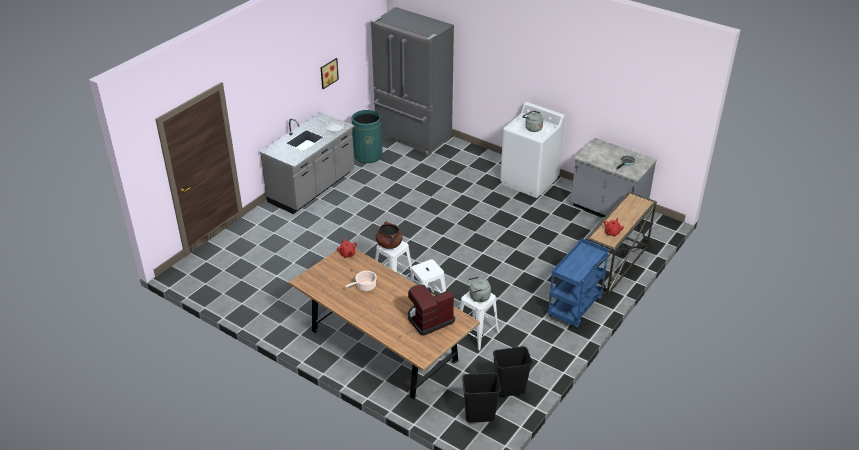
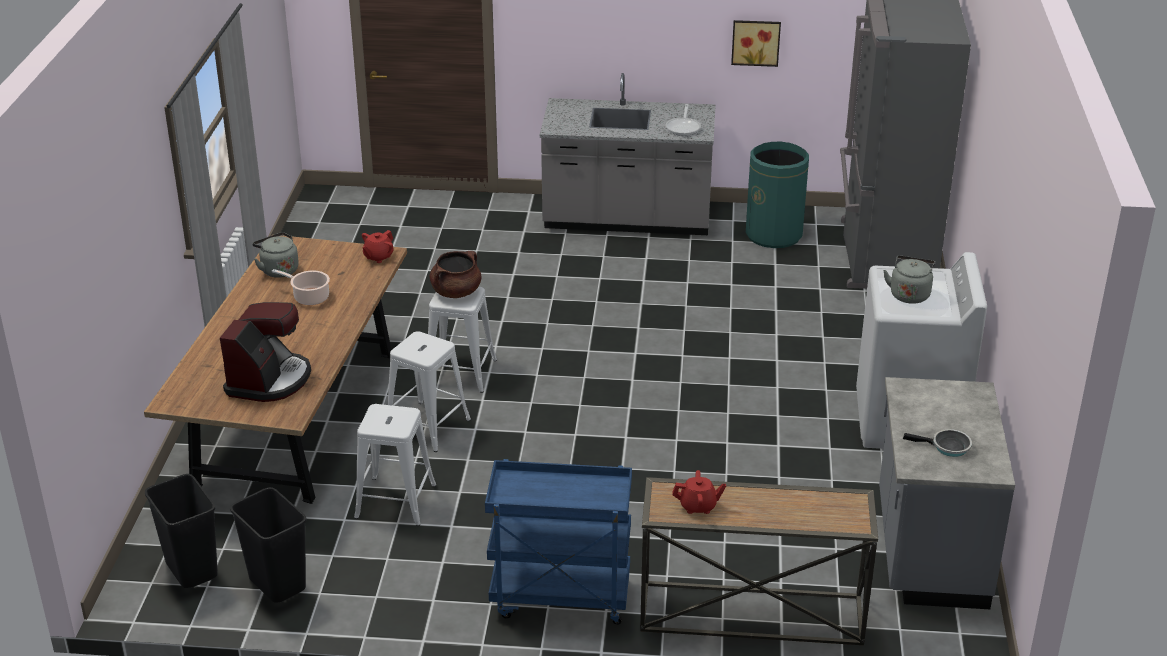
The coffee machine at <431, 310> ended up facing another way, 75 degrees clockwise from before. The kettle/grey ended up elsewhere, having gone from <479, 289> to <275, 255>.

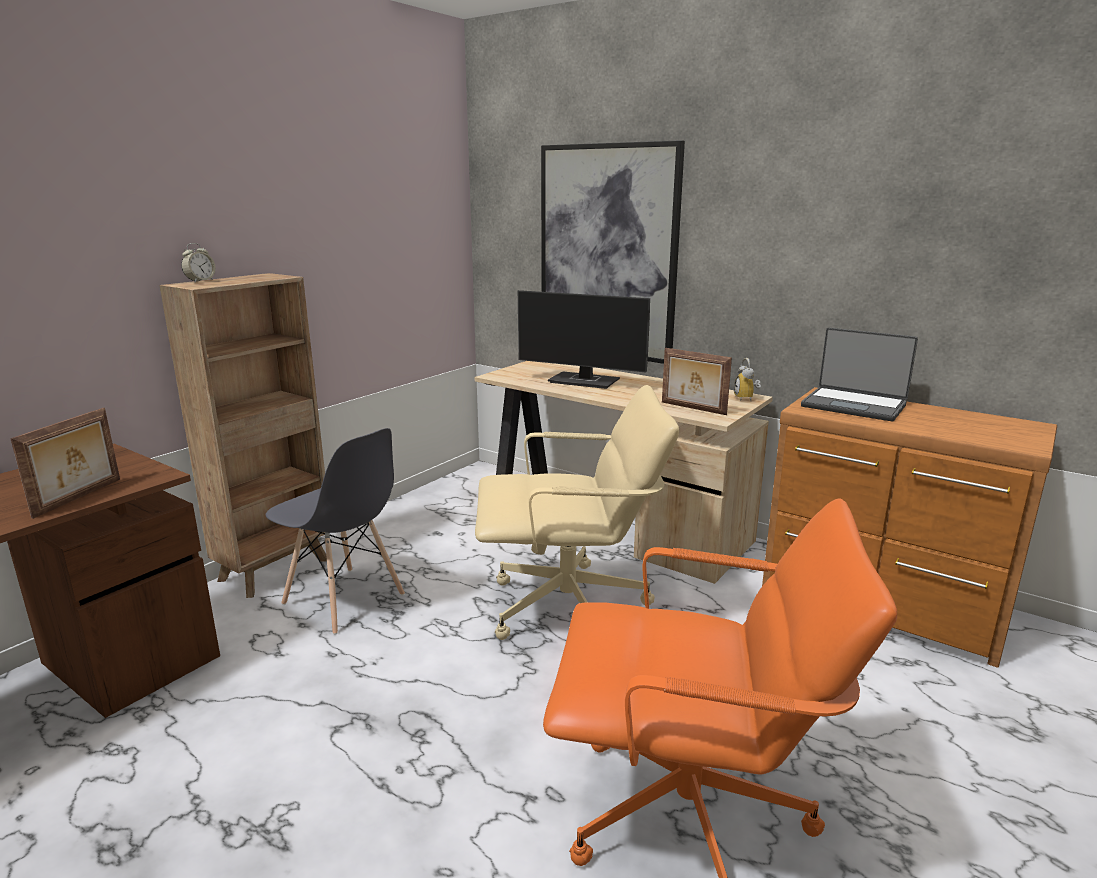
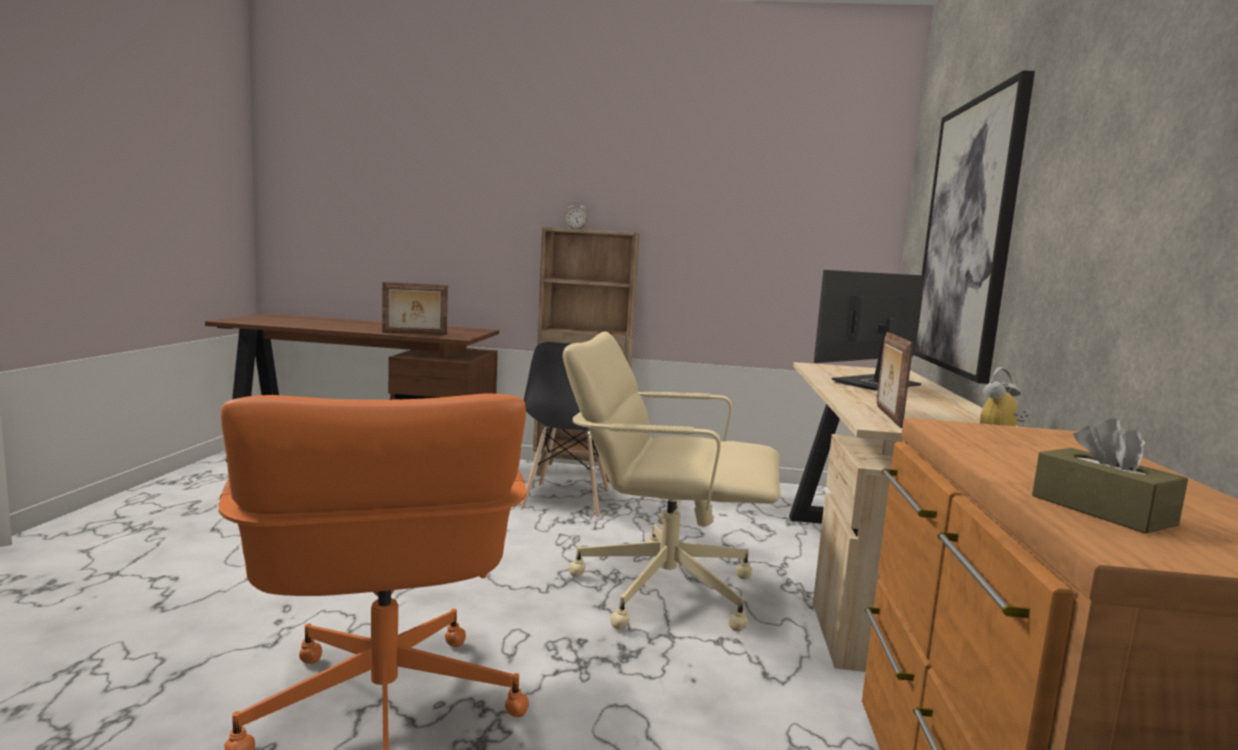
The office chair/beige at <577, 512> ended up facing another way, 135 degrees clockwise from before. The monitor at <584, 339> ended up facing another way, 60 degrees clockwise from before. The second view lost the laptop at <859, 374>. The second view gained the tissue box/brown at <1110, 476>.

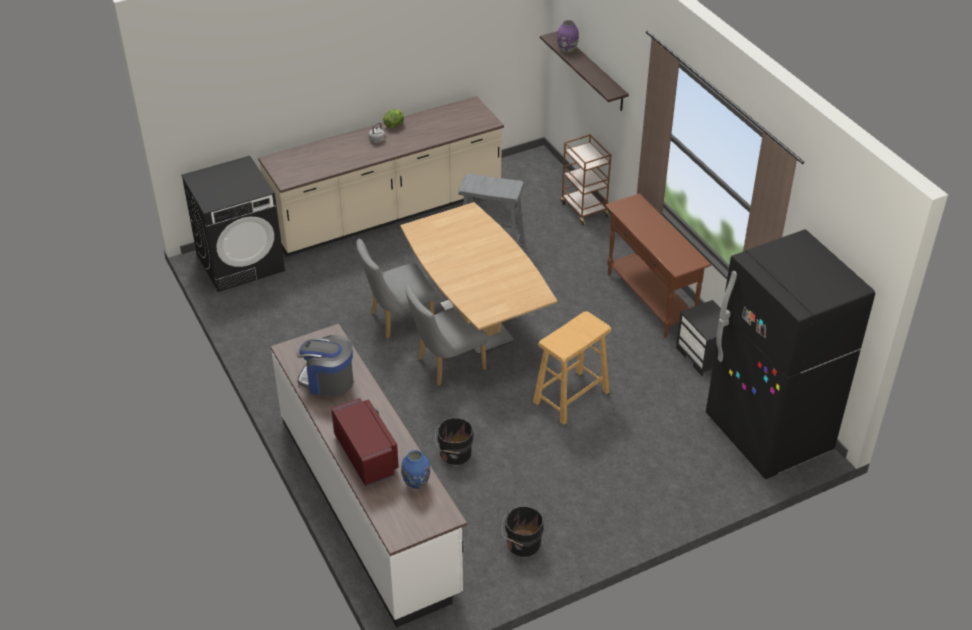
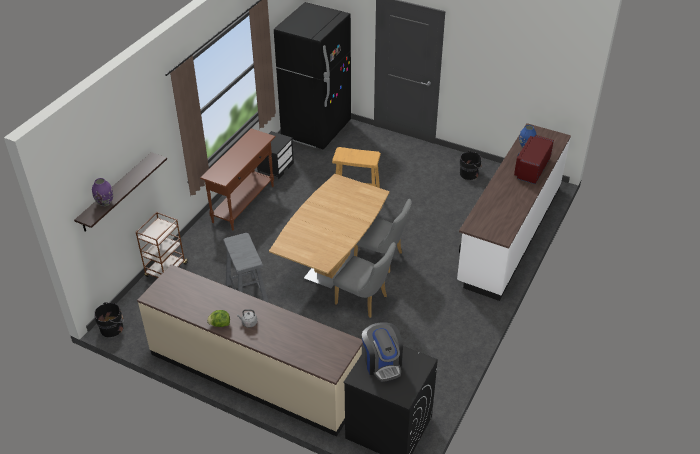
The coffee machine ended up elsewhere, having gone from <325, 366> to <382, 352>. The bucket/black ended up elsewhere, having gone from <454, 441> to <109, 319>.

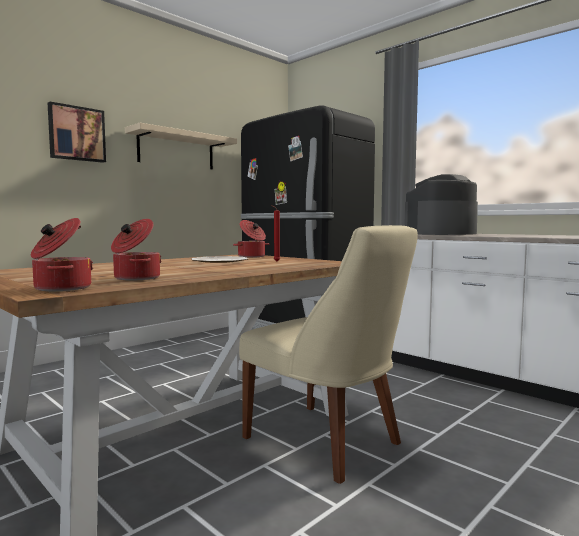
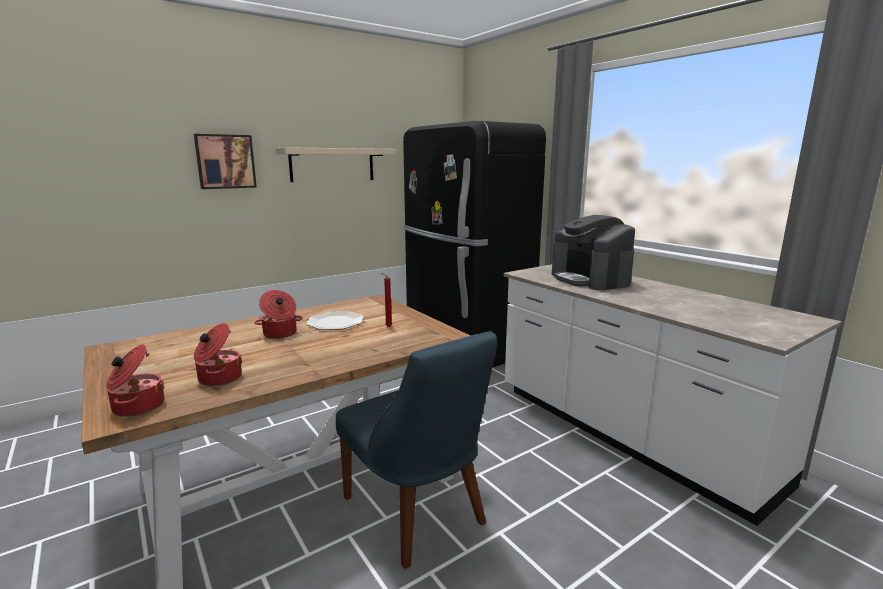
The cooking pot ended up elsewhere, having gone from <251, 239> to <278, 314>. What was the chair/beige at <328, 354> turned into the chair/blue at <416, 450>. The coffee machine at <441, 204> ended up facing another way, 90 degrees counterclockwise from before.

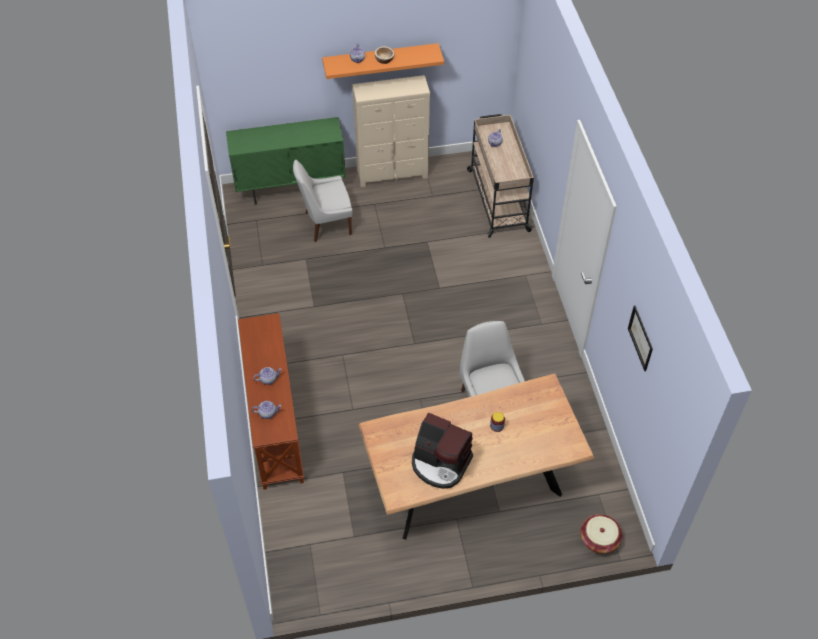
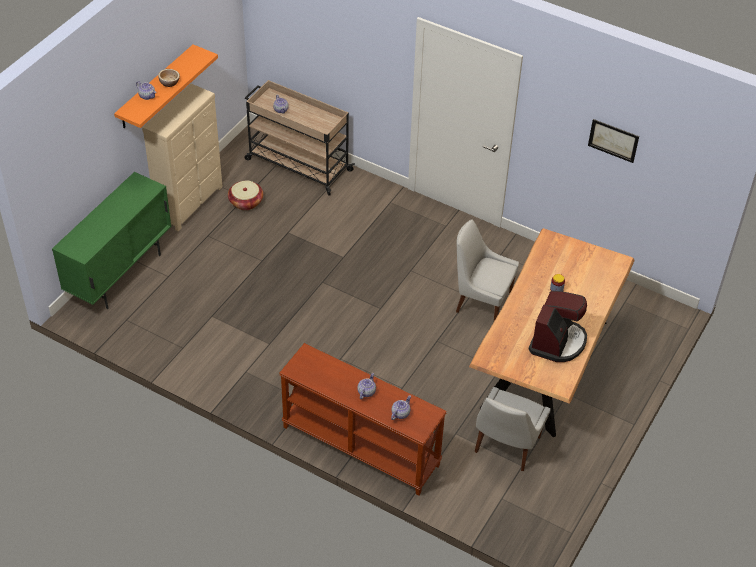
The chair/white ended up elsewhere, having gone from <323, 200> to <513, 429>. The coffee machine at <442, 450> ended up facing another way, 45 degrees counterclockwise from before. The basket ended up elsewhere, having gone from <601, 534> to <245, 195>.

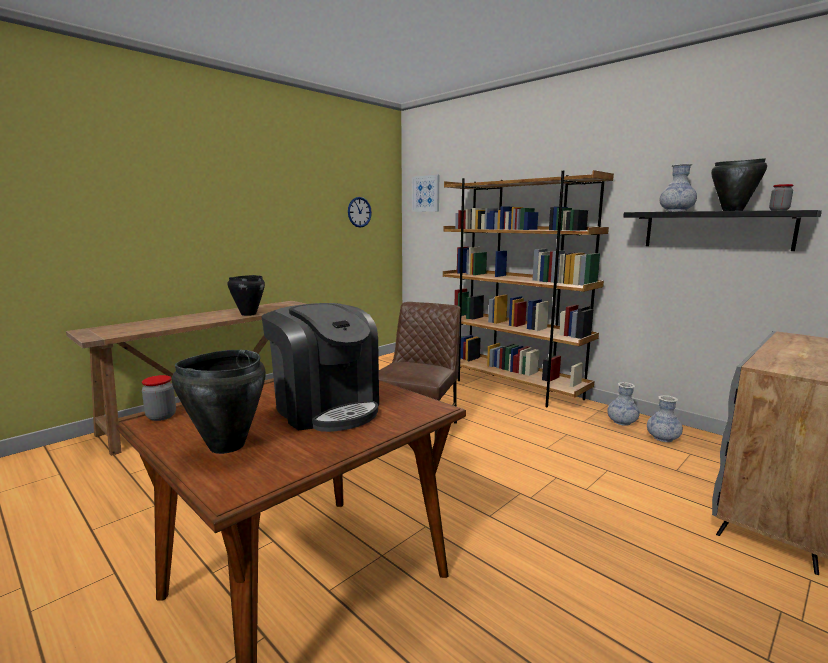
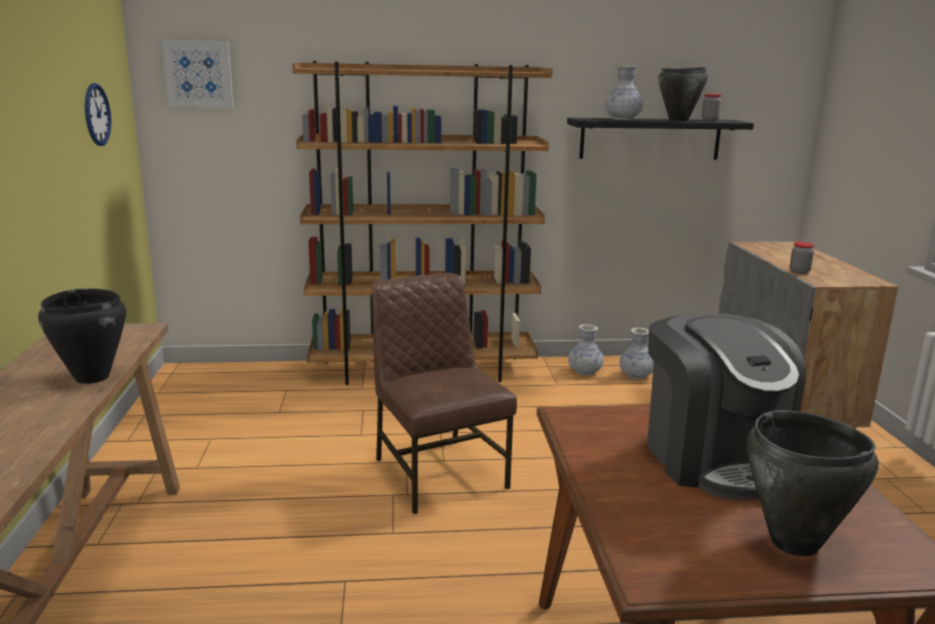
The jar ended up elsewhere, having gone from <159, 398> to <802, 258>. The coffee machine at <320, 367> ended up facing another way, 75 degrees clockwise from before.

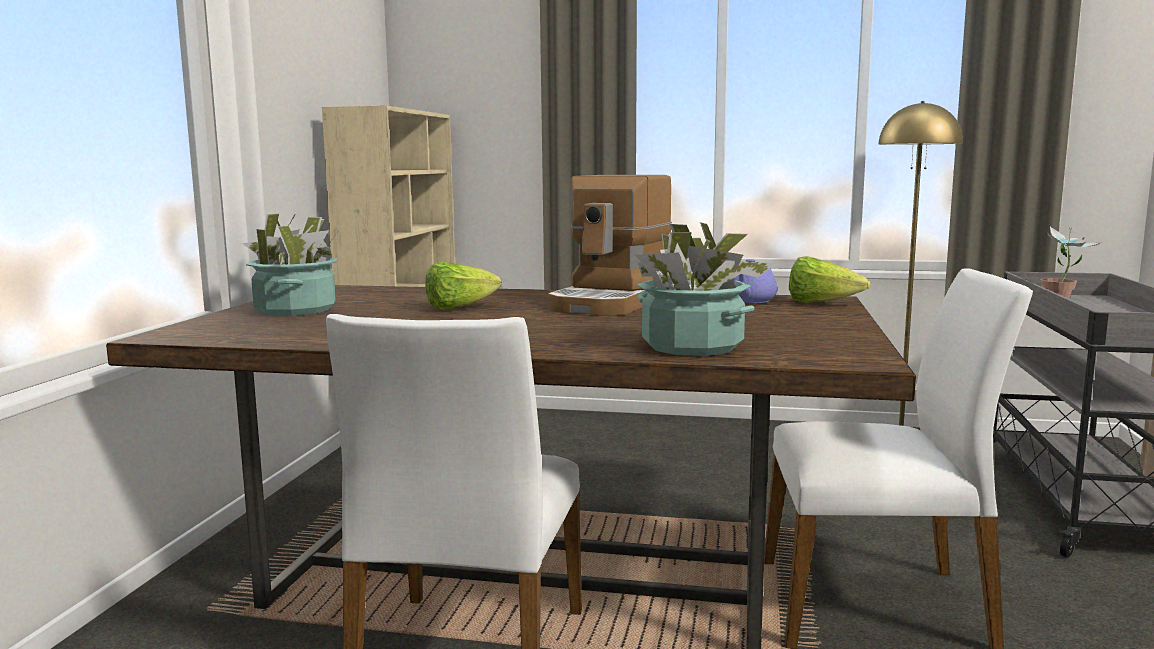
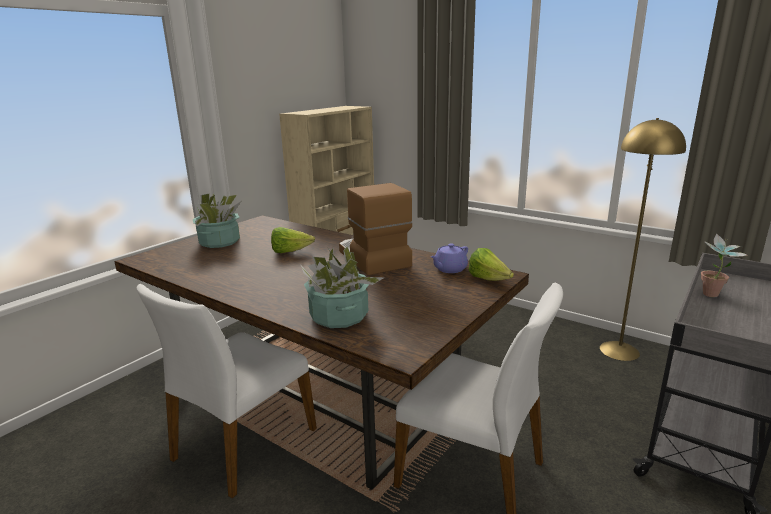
The coffee machine at <610, 245> ended up facing another way, 105 degrees clockwise from before.

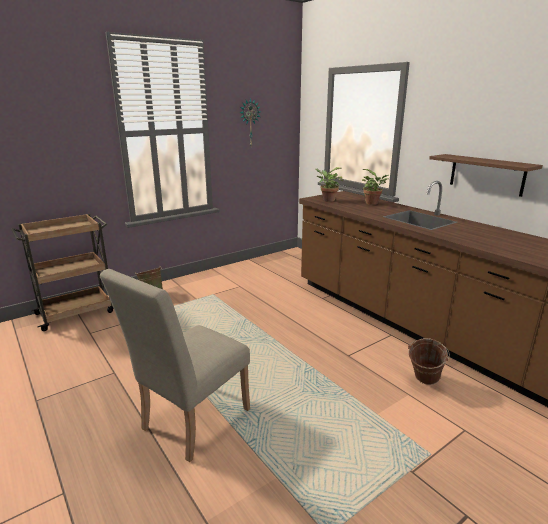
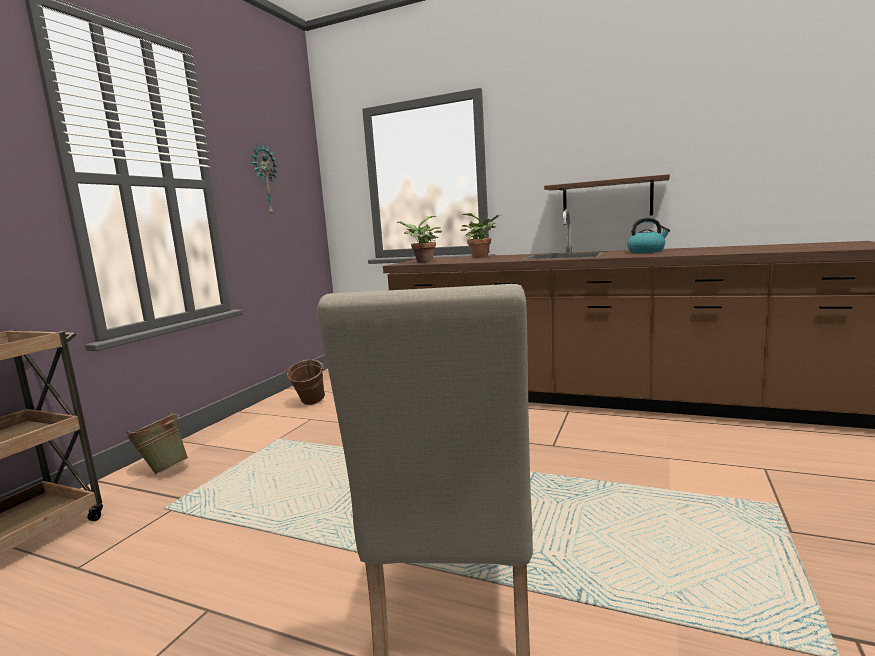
The bucket/brown ended up elsewhere, having gone from <429, 361> to <305, 382>. The second view gained the kettle at <648, 235>.

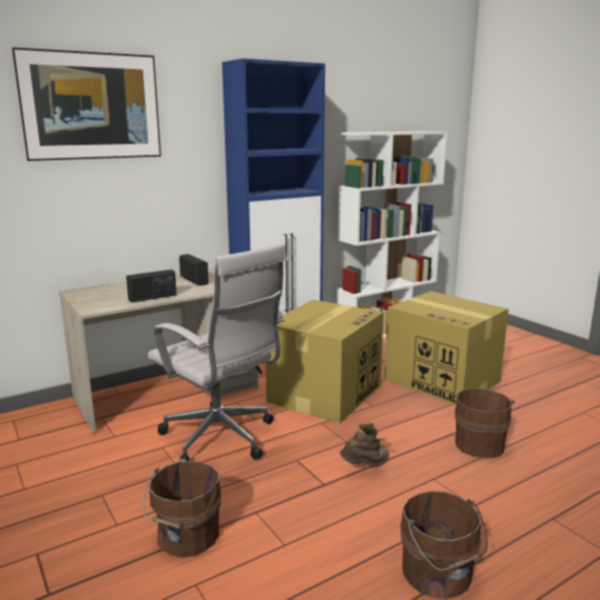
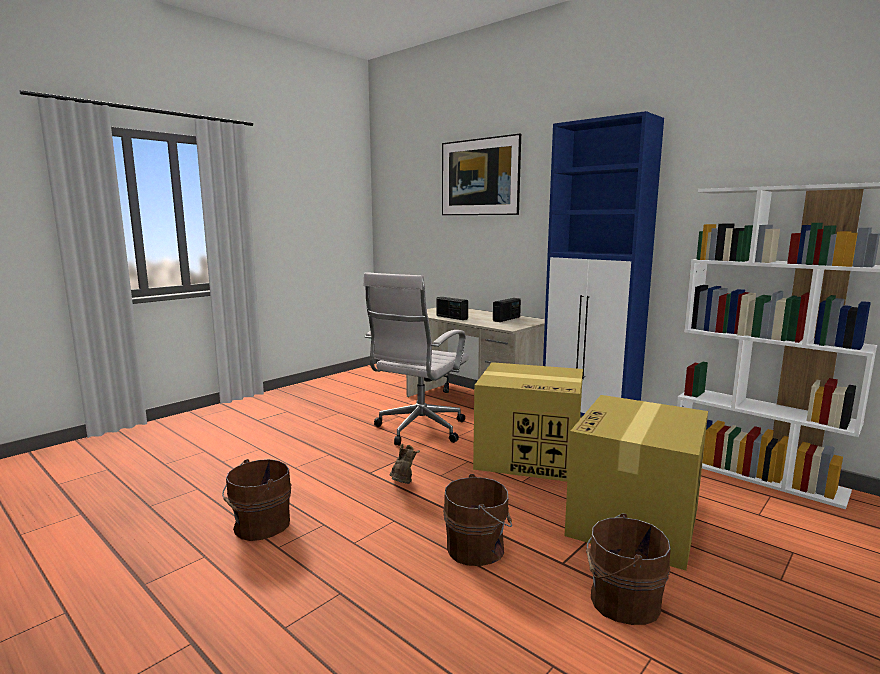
The bucket/brown ended up elsewhere, having gone from <182, 509> to <628, 569>. The boot/brown at <364, 445> ended up facing another way, 135 degrees counterclockwise from before.

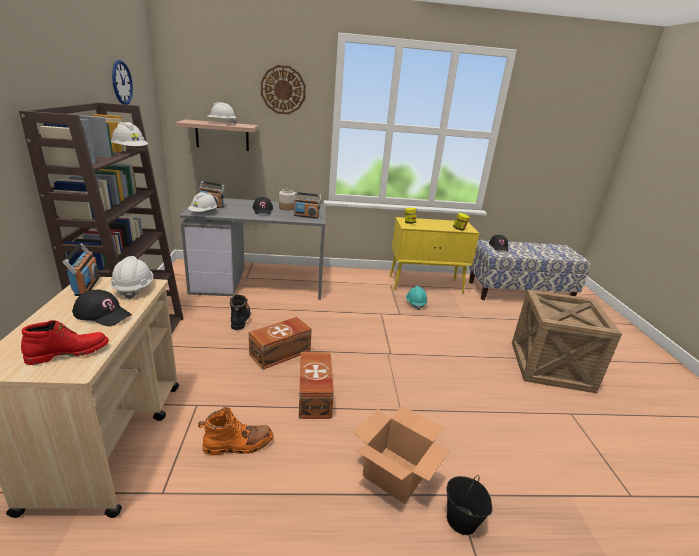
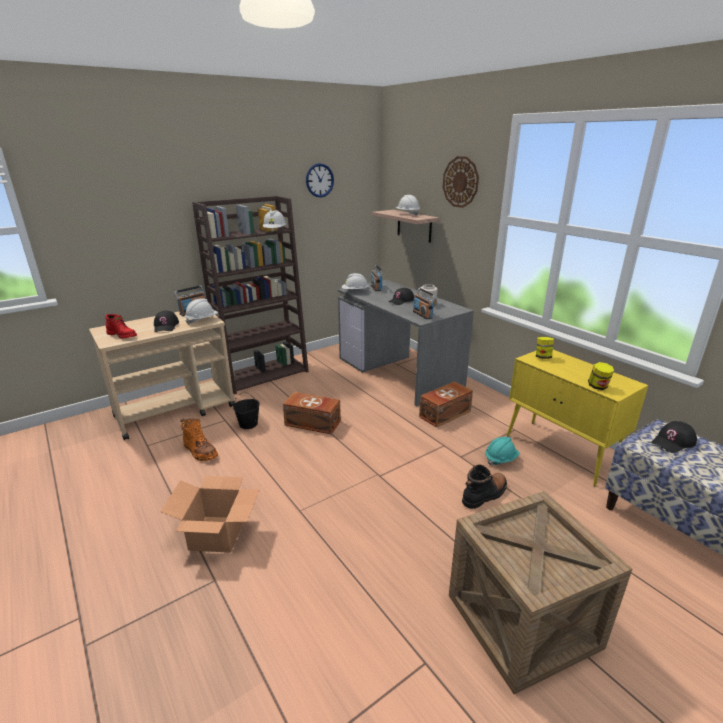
The boot/black ended up elsewhere, having gone from <240, 312> to <484, 486>. The storage box/brown ended up elsewhere, having gone from <316, 385> to <446, 404>. The bucket/black ended up elsewhere, having gone from <469, 505> to <246, 410>.

